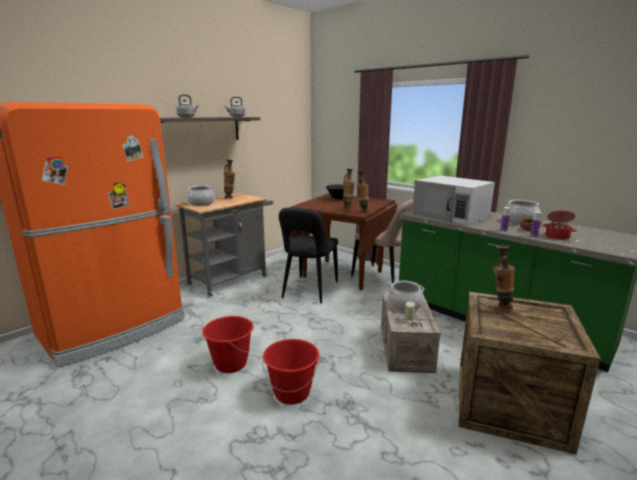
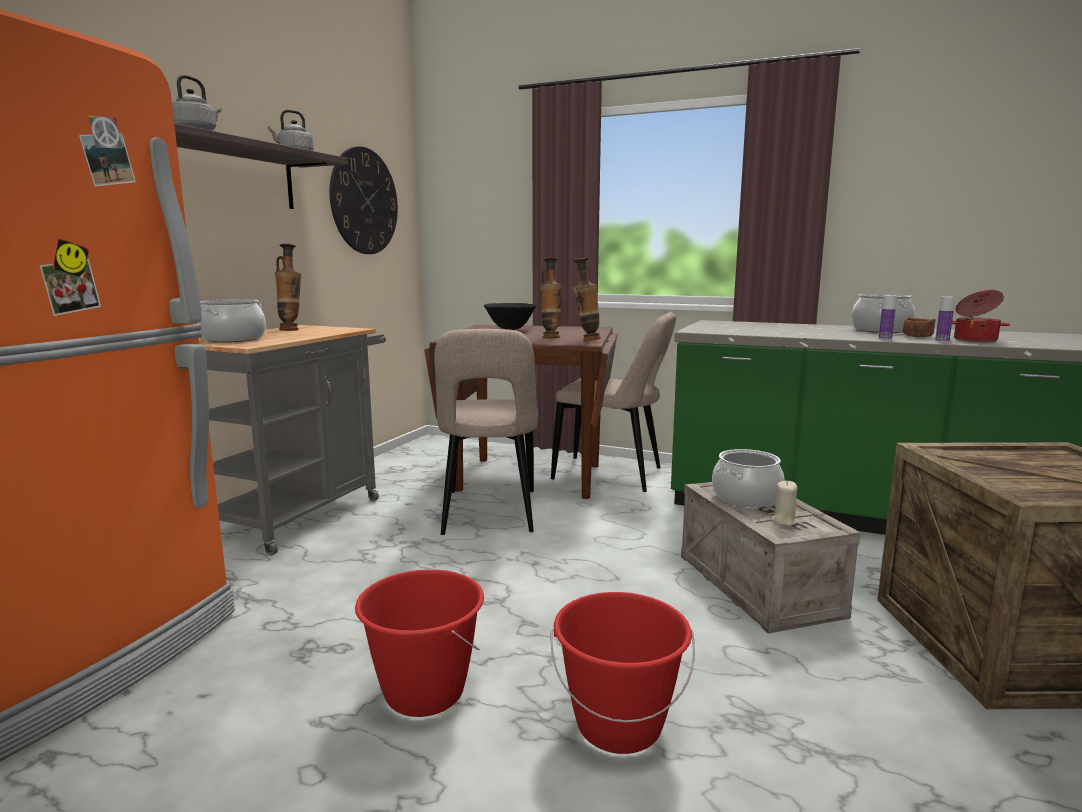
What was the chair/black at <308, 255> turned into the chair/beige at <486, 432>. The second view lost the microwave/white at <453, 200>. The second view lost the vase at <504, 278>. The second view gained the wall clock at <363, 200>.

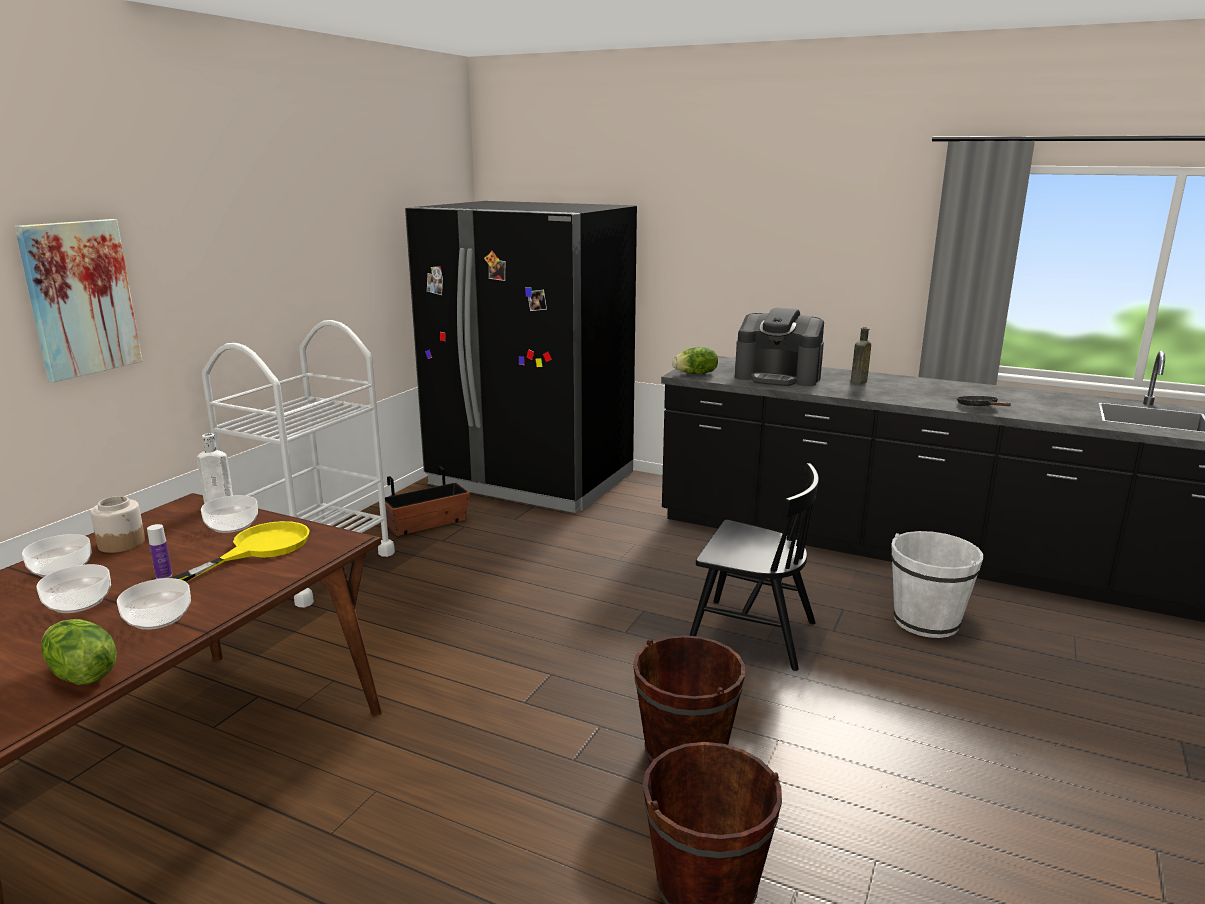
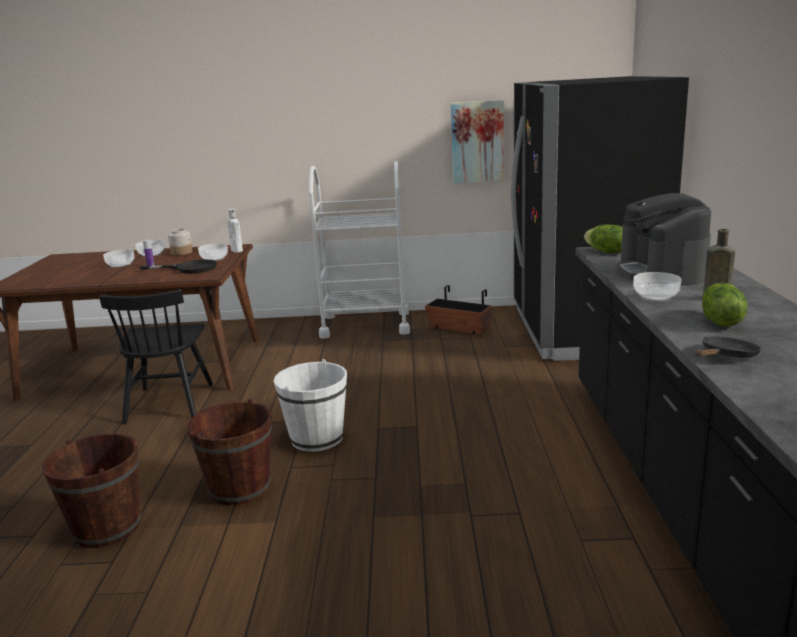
The picture ended up elsewhere, having gone from <78, 300> to <477, 141>. The lettuce ended up elsewhere, having gone from <79, 652> to <725, 305>. The bowl ended up elsewhere, having gone from <154, 604> to <657, 286>. What was the frying pan/yellow at <241, 551> turned into the frying pan/black at <178, 266>. The chair/black ended up elsewhere, having gone from <754, 567> to <156, 356>. The bucket/white ended up elsewhere, having gone from <937, 584> to <310, 405>.

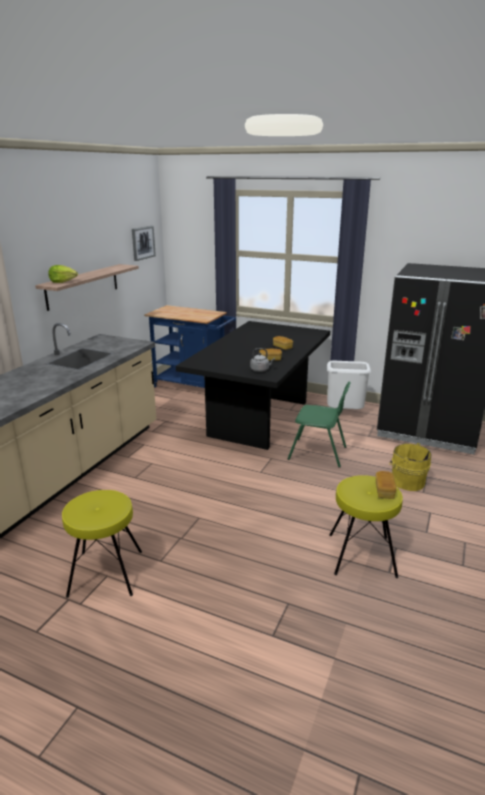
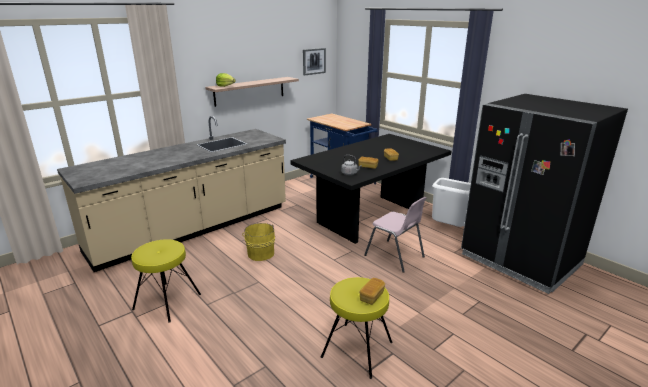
What was the chair/green at <319, 424> turned into the chair/pink at <395, 235>. The bucket/yellow ended up elsewhere, having gone from <410, 467> to <258, 242>.

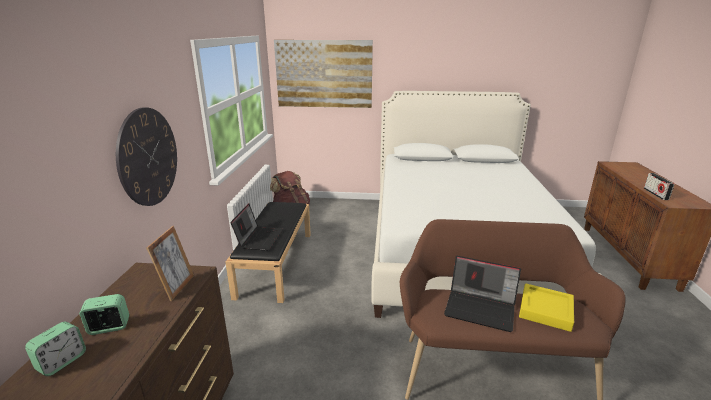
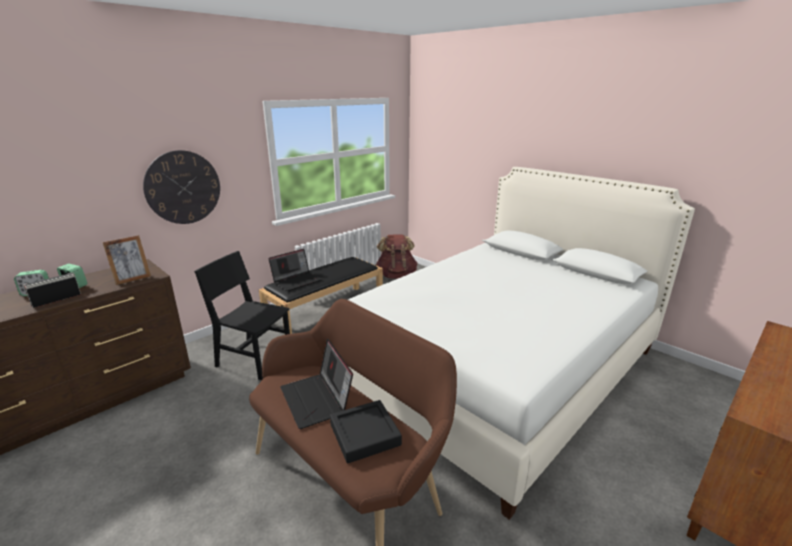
The second view lost the picture at <323, 74>. What was the tray/yellow at <546, 307> turned into the tray/black at <366, 432>. The radio ended up elsewhere, having gone from <659, 186> to <52, 290>. The second view gained the chair/black at <242, 315>.

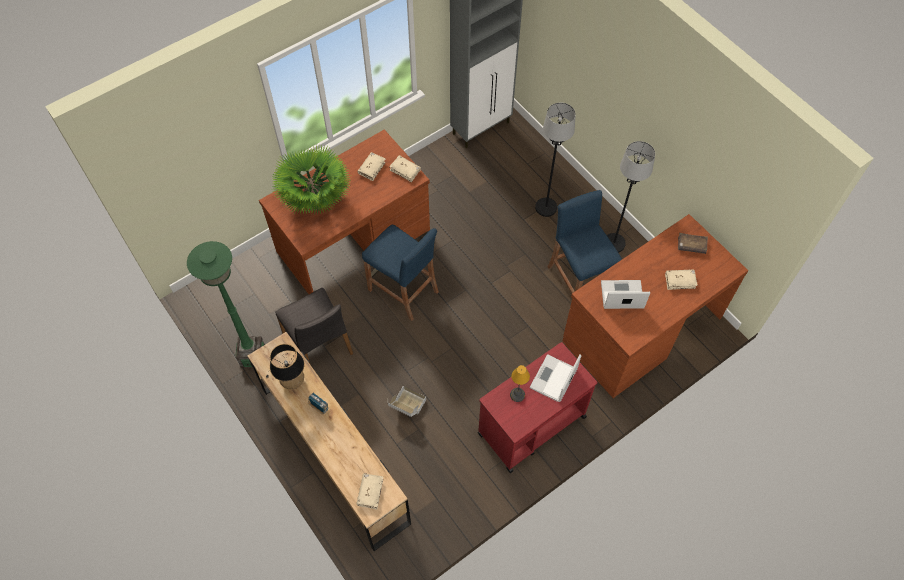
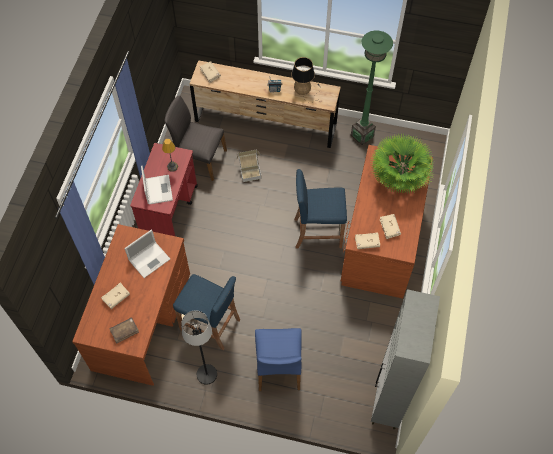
The chair/grey ended up elsewhere, having gone from <314, 326> to <196, 138>. Where the floor lamp/black stood at <555, 160>, the chair/blue came to stand at <278, 359>.

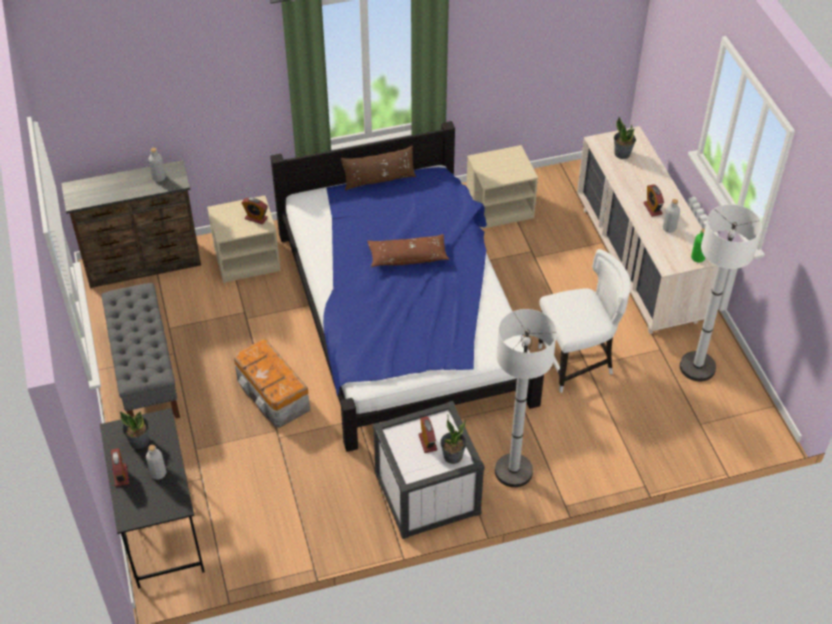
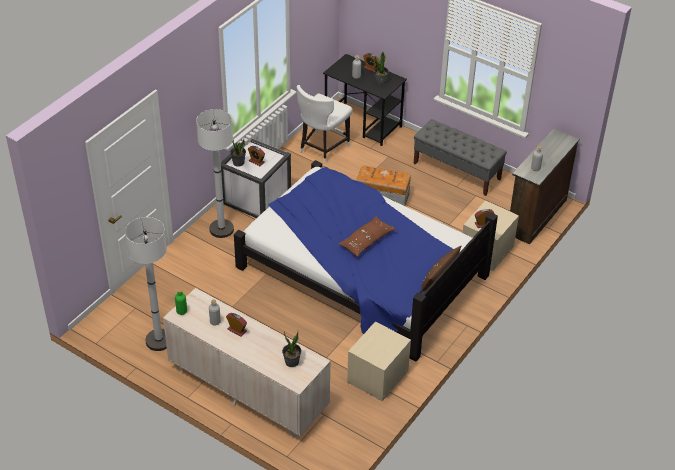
The chair/white ended up elsewhere, having gone from <584, 321> to <324, 124>.

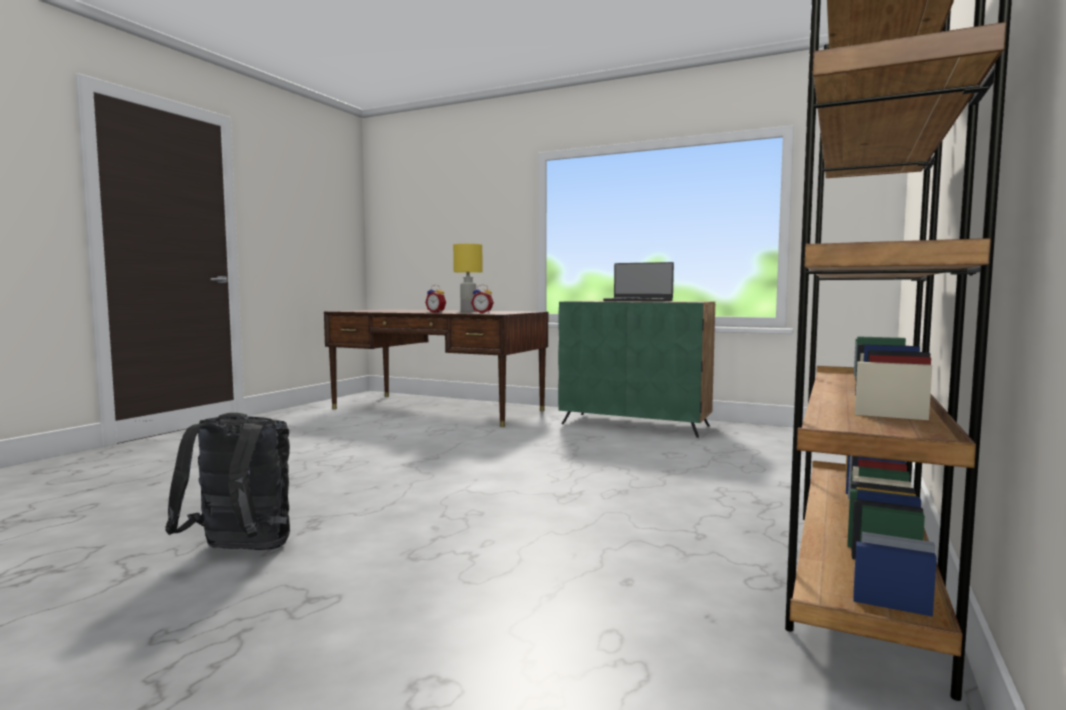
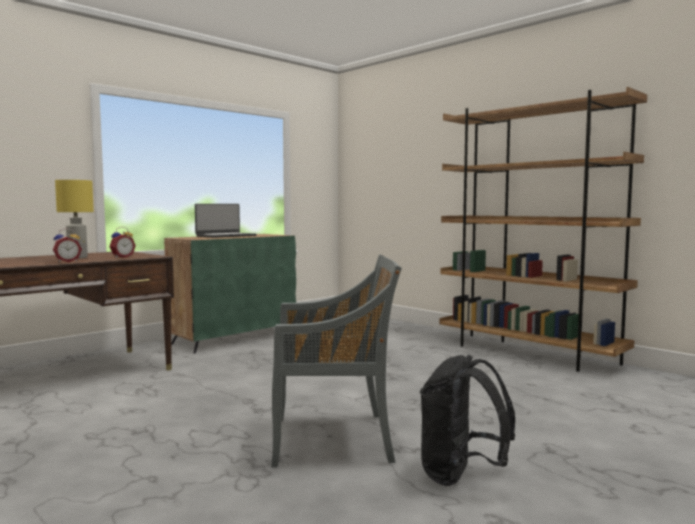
The second view gained the chair/grey at <336, 361>.

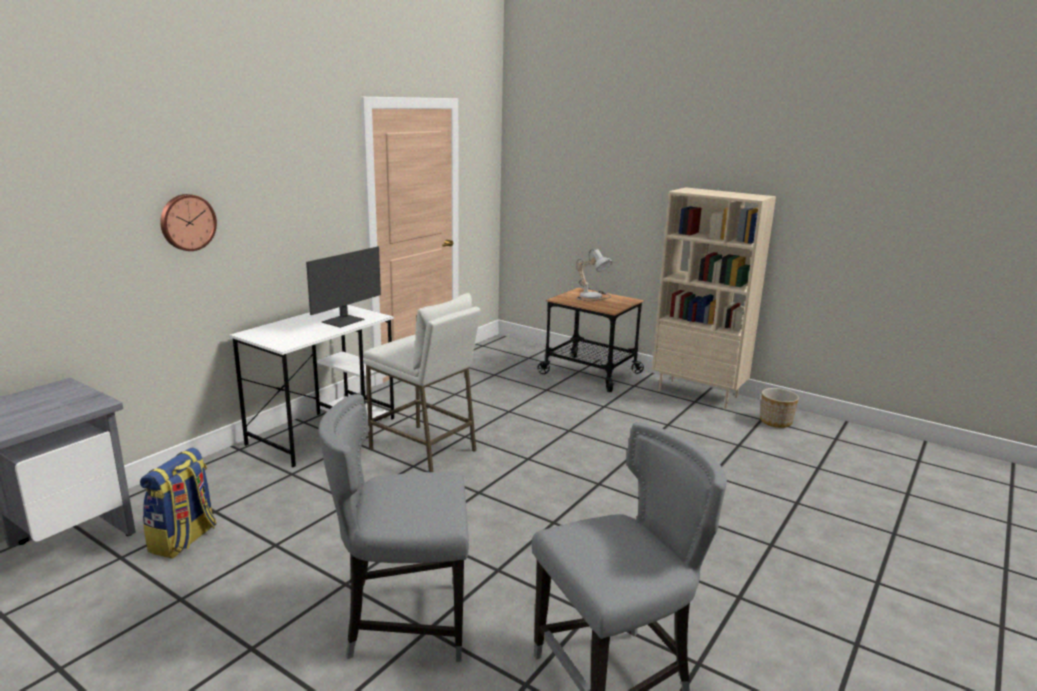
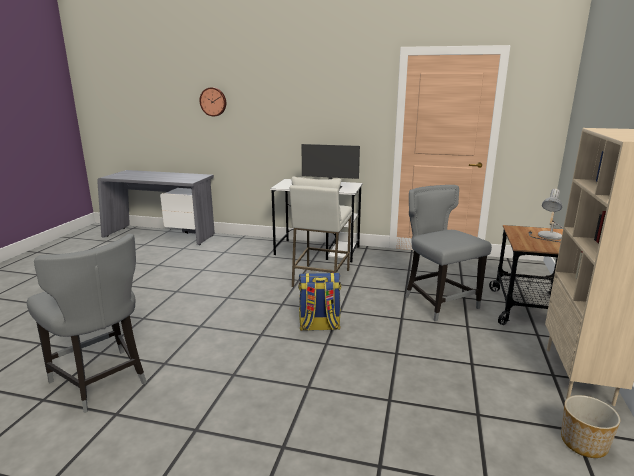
The backpack ended up elsewhere, having gone from <178, 503> to <319, 302>. The wall clock ended up elsewhere, having gone from <188, 222> to <212, 101>. The chair/grey ended up elsewhere, having gone from <393, 528> to <448, 253>.

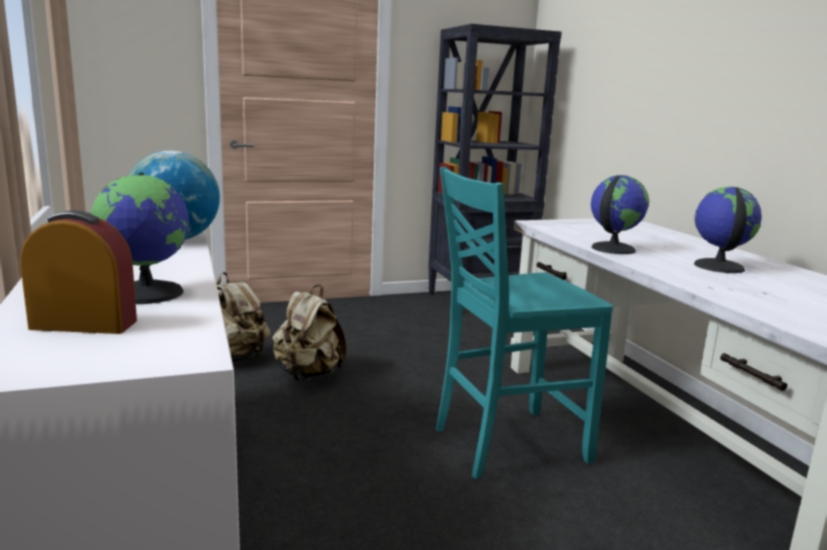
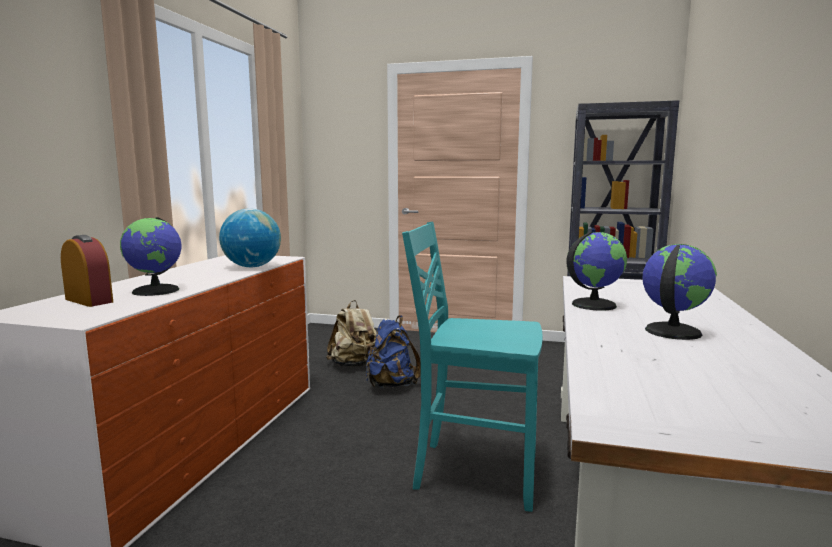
What was the backpack/beige at <309, 333> turned into the backpack/blue at <393, 351>.

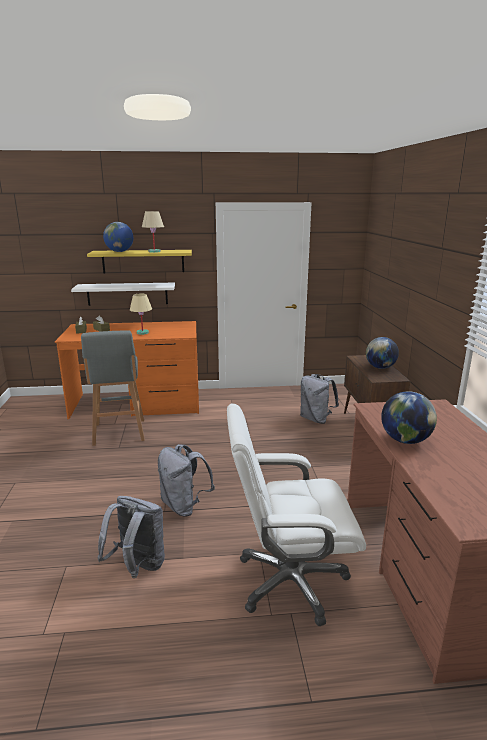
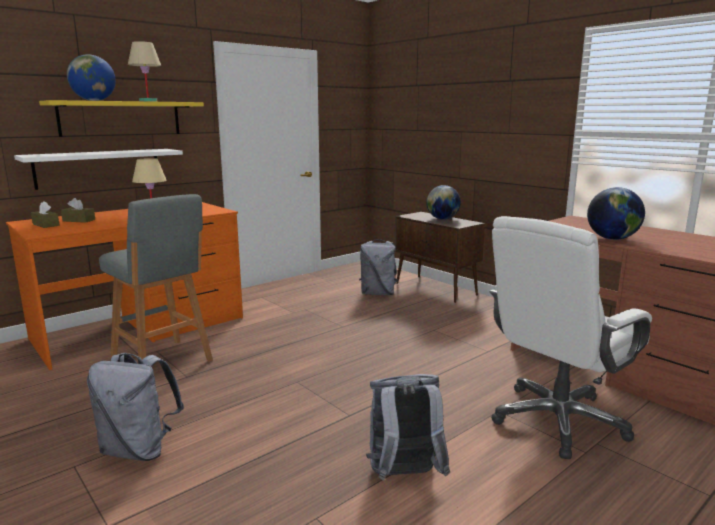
The backpack/grey ended up elsewhere, having gone from <186, 480> to <135, 407>.

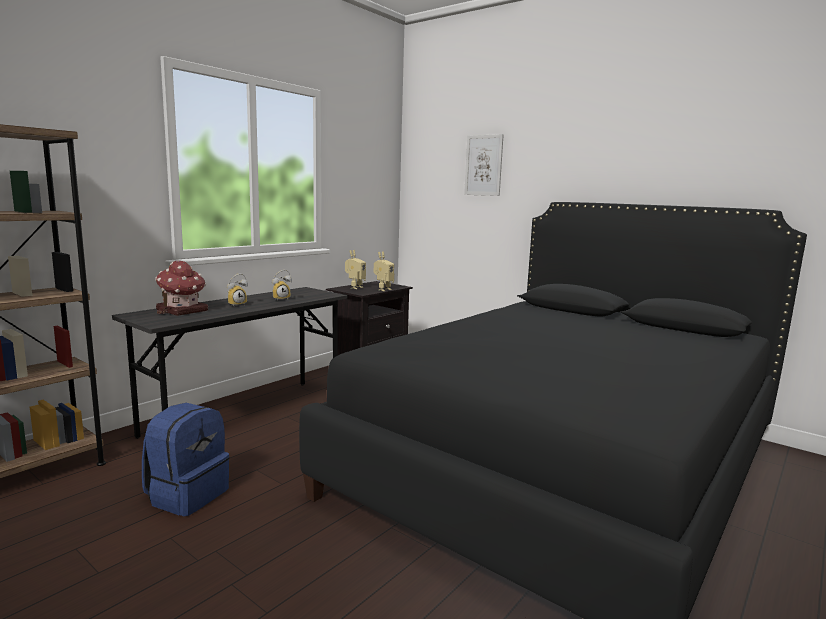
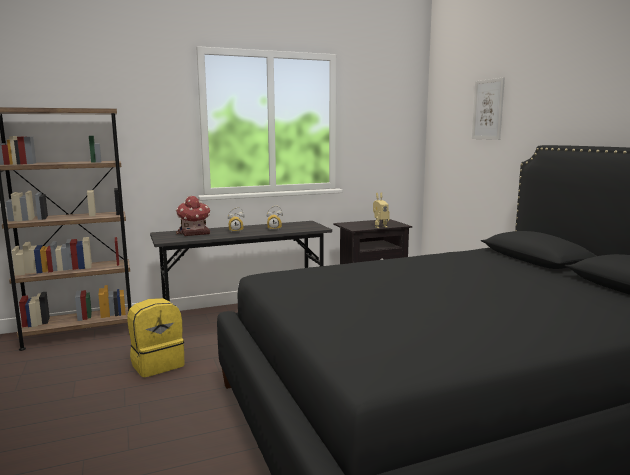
What was the backpack/blue at <186, 459> turned into the backpack/yellow at <156, 337>. The second view lost the toy robot at <355, 269>.

